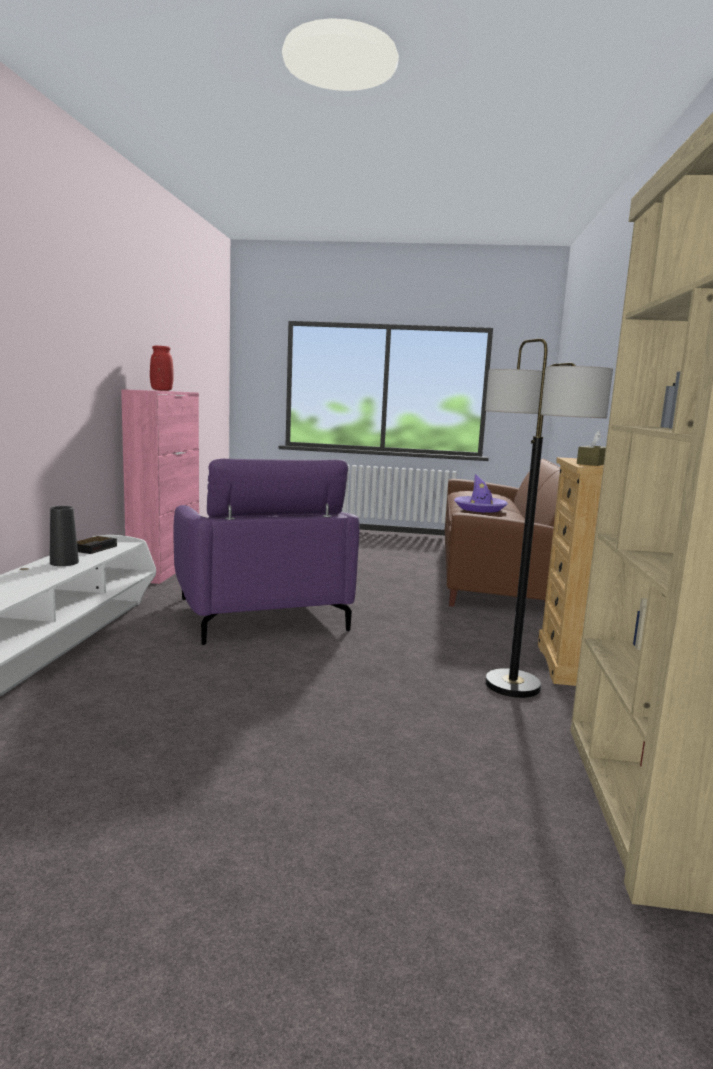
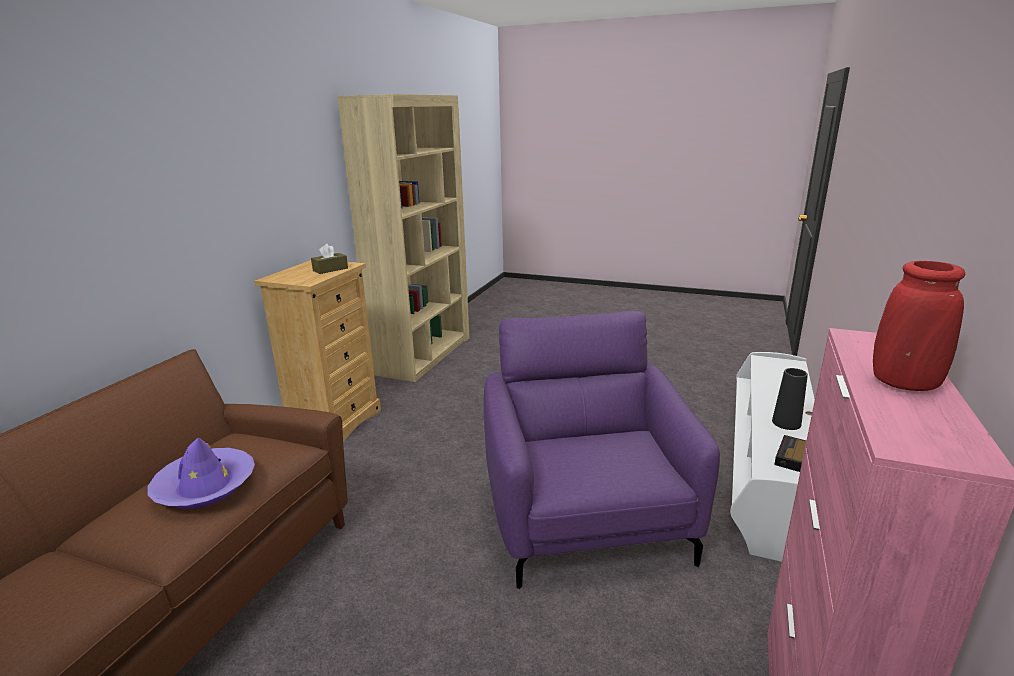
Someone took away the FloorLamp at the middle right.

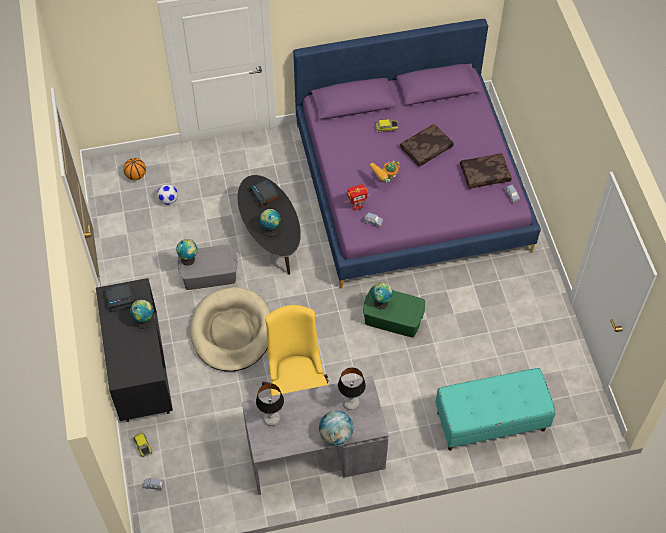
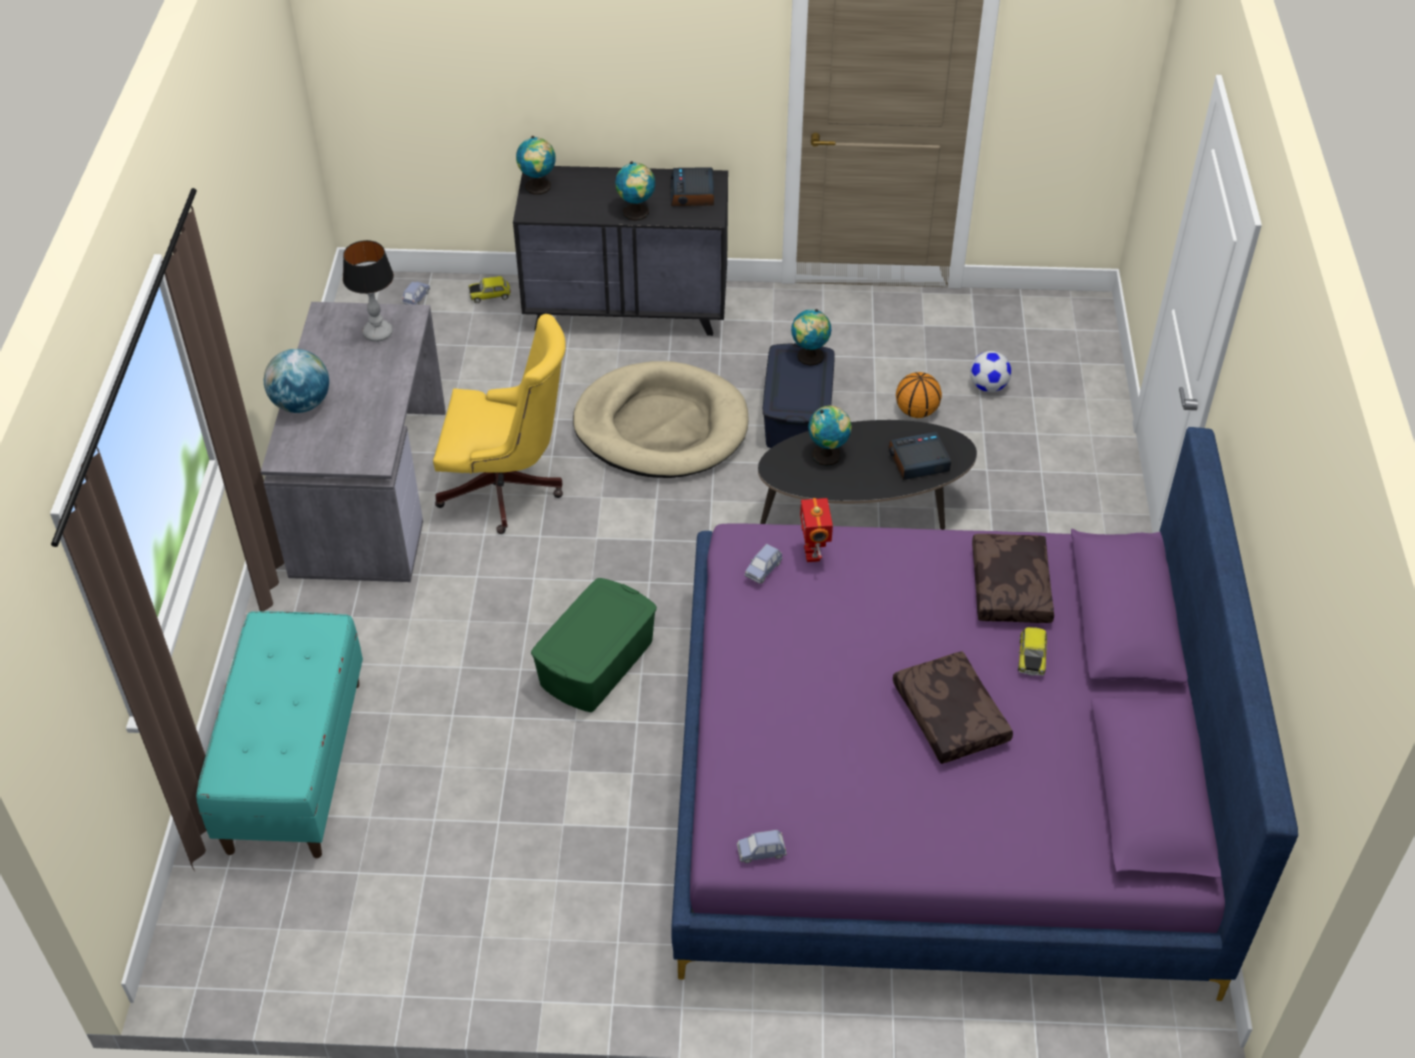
Someone carried the BrownishThrowPillow (2nd from left) from the top right to the middle right. Someone carried the BallForBasketball from the top left to the centre. Someone took away the ToyRobot (2nd from left) at the top centre. Someone repainted the GreyishStorageBox at the middle left, which became the BlueStorageBox at the centre. Someone carried the Globe (5th from left in the first image) from the centre to the top centre. Someone took away the LampForATable (2nd from left) at the bottom centre.

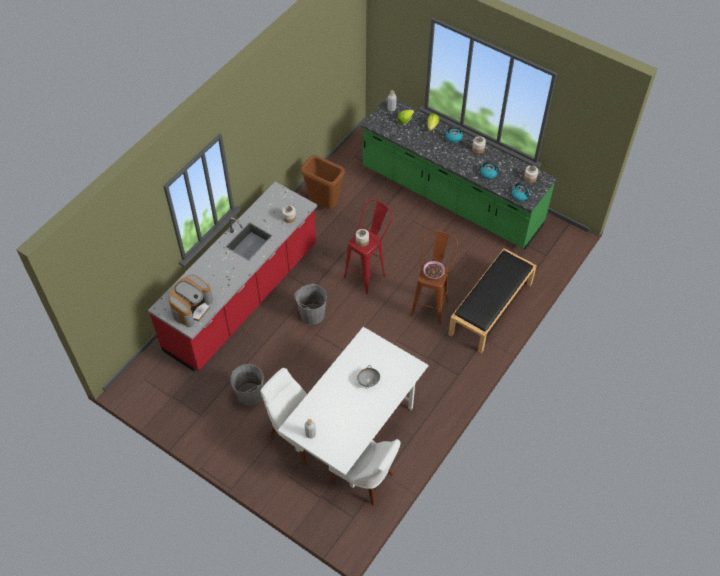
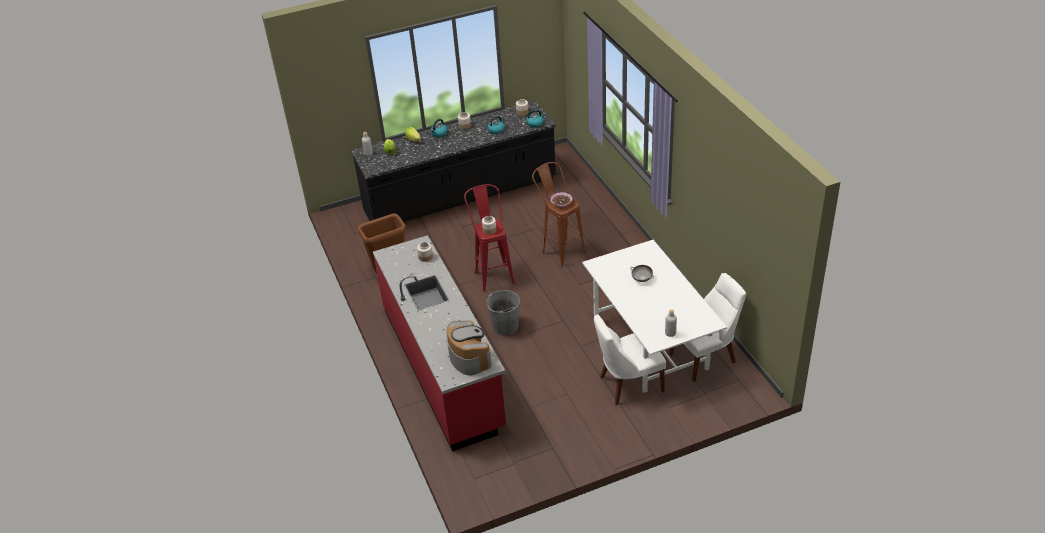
Someone repainted the GreenishCounter at the top centre, which became the BlackishCounter at the top centre. Someone took away the BlackishIndoorBench at the middle right. Someone took away the GreyishPail (1st from left) at the bottom centre.

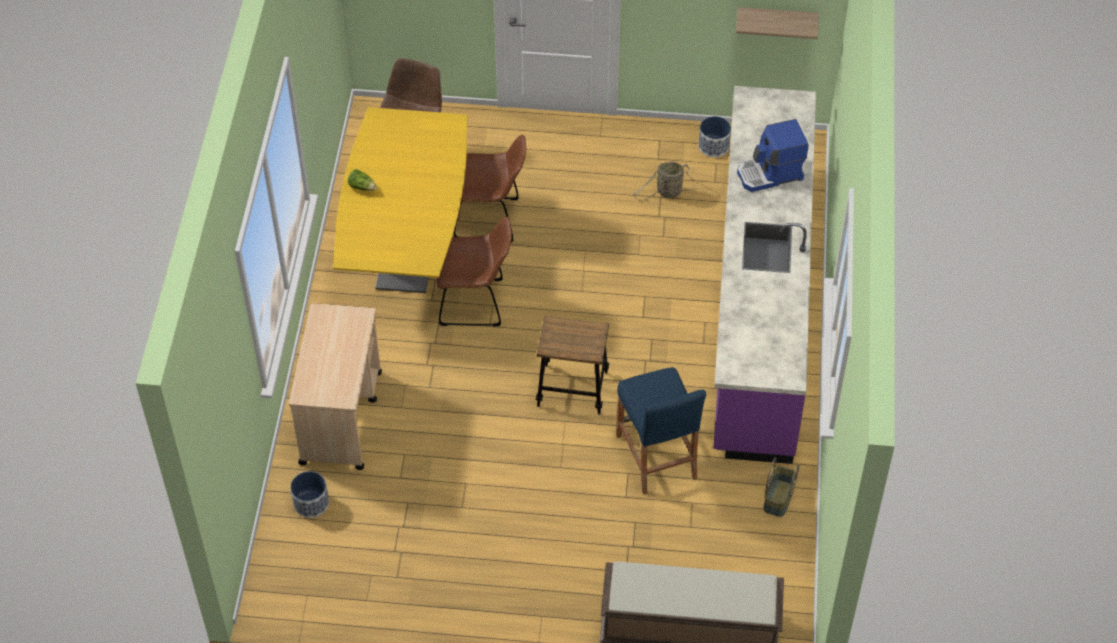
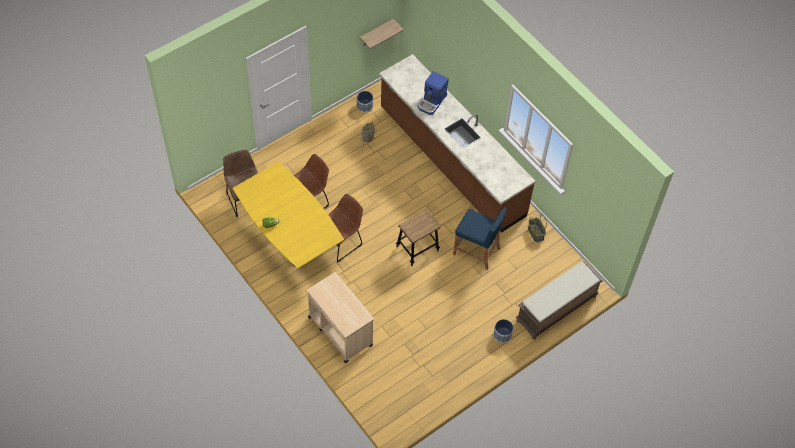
Someone repainted the PurpleCounter at the middle right, which became the BrownishCounter at the top centre. Someone carried the PlantPot (1st from left in the first image) from the bottom left to the bottom centre.

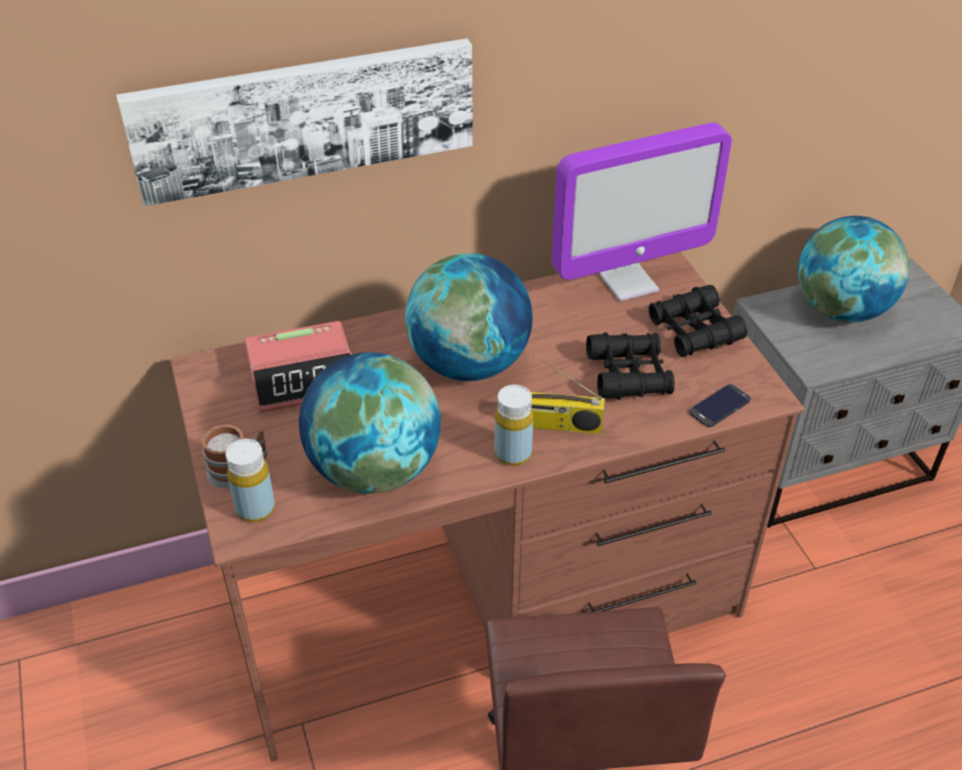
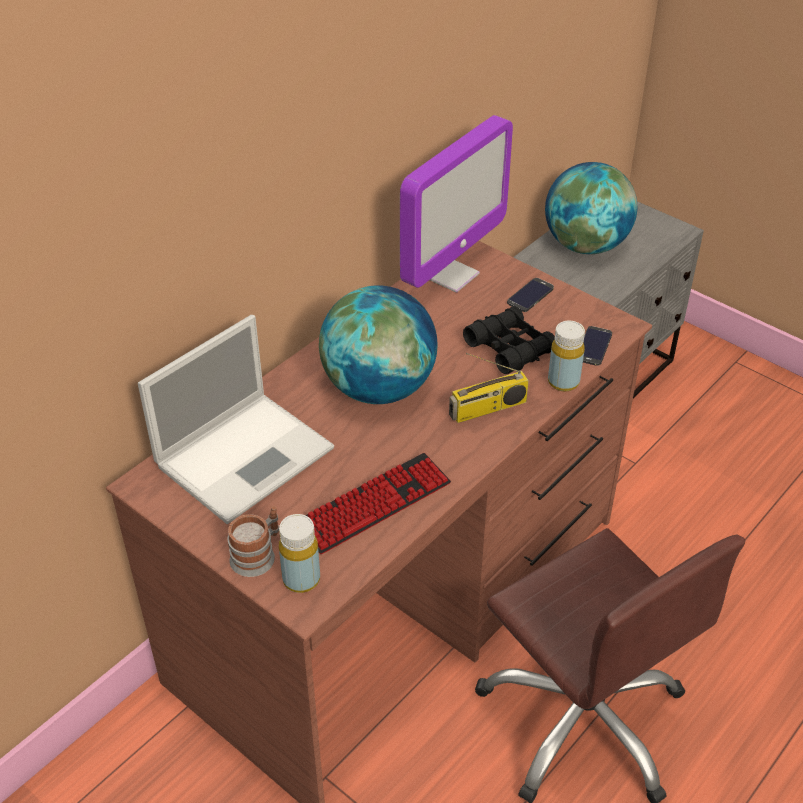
Someone took away the WallArt at the top left. Someone swapped the BlackishFieldGlasses (2nd from left) at the middle right for the Handset (1st from left) at the centre. Someone swapped the AlarmClock at the middle left for the Laptop at the middle left. Someone swapped the Globe (1st from left) at the centre for the Keyboard at the centre. Someone carried the YellowColouredBeverageBottle (2nd from left) from the centre to the middle right.

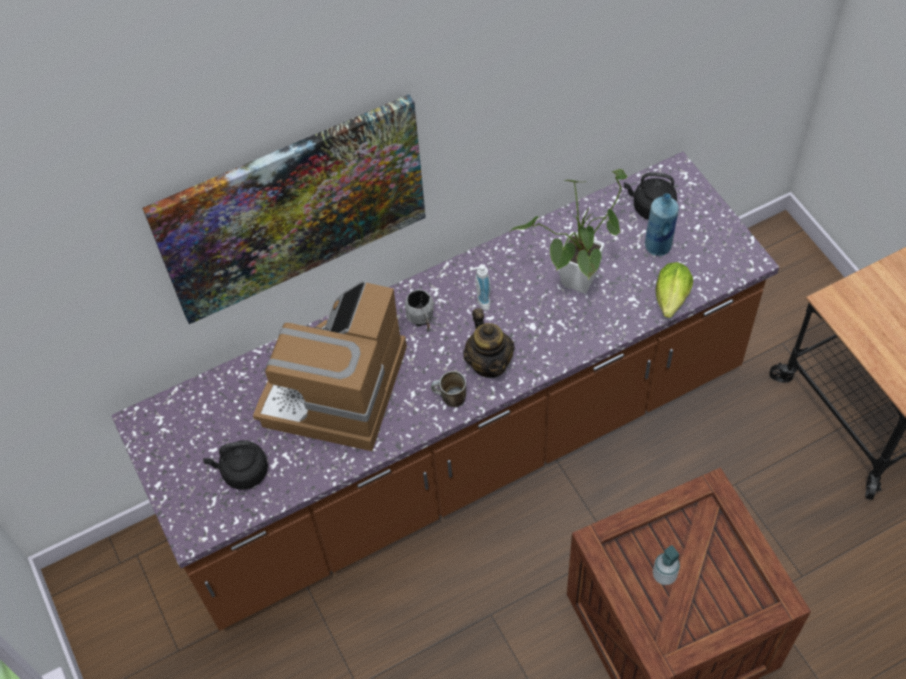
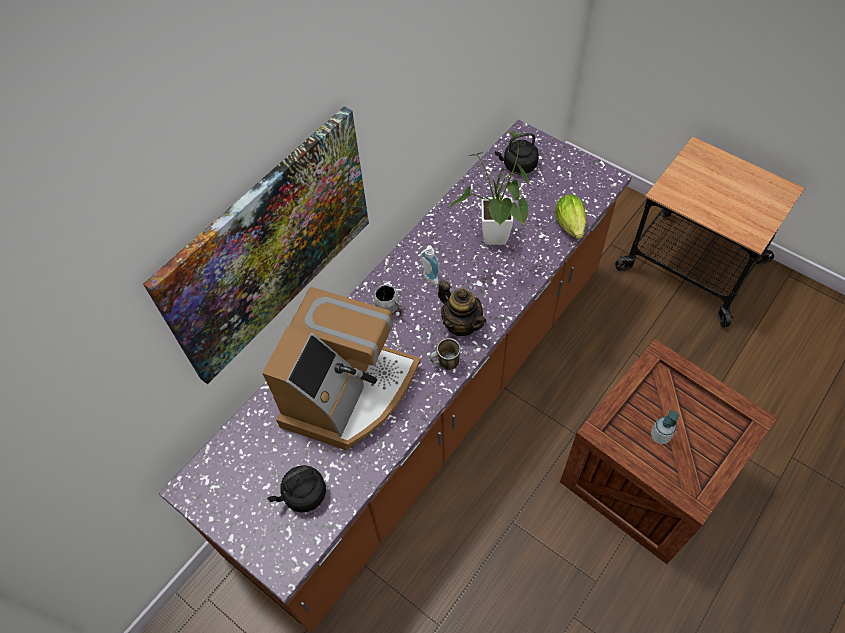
Someone took away the BlueBeverageBottle at the top right. Someone rotated the CoffeeMachine at the centre by 150 degrees counterclockwise.

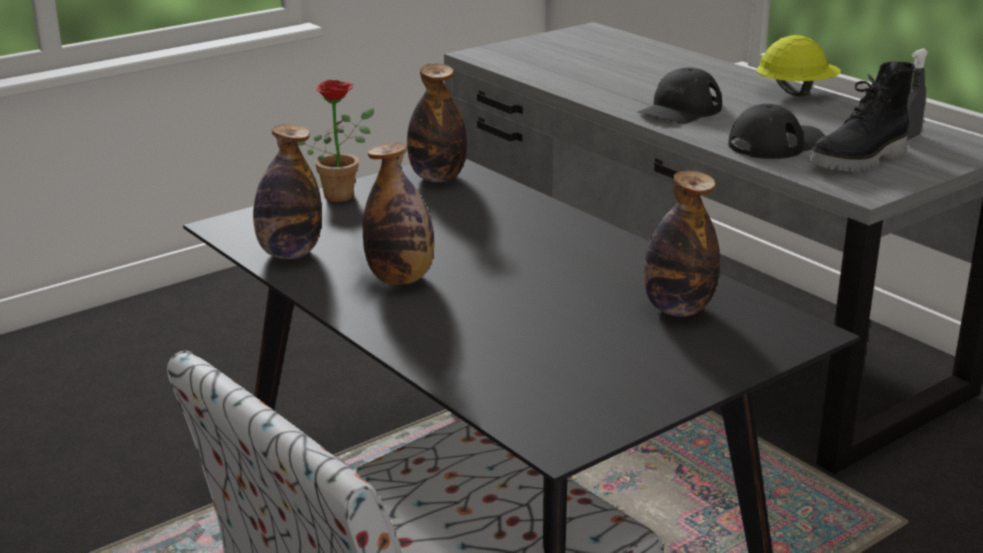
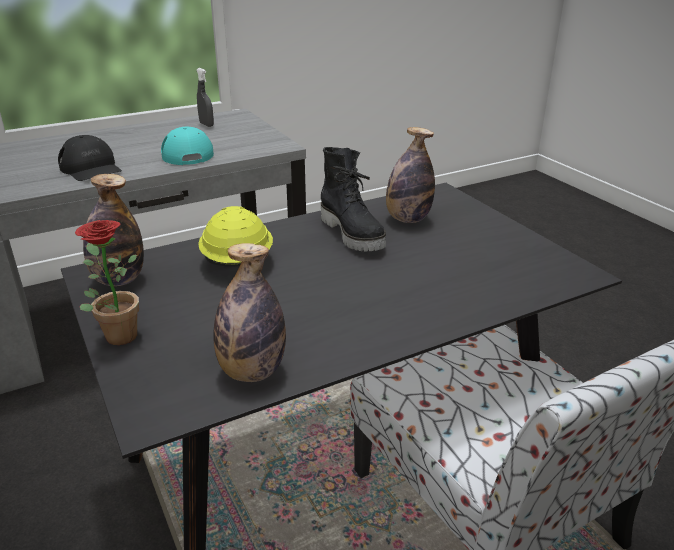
Someone carried the YellowColouredHardHat from the top right to the centre. Someone carried the BlackishHighTopBoot from the top right to the centre. Someone repainted the BlackishPeakedCap (2nd from left) at the top right, which became the TurquoiseColouredPeakedCap at the top left. Someone took away the BeverageBottle (2nd from left) at the centre.

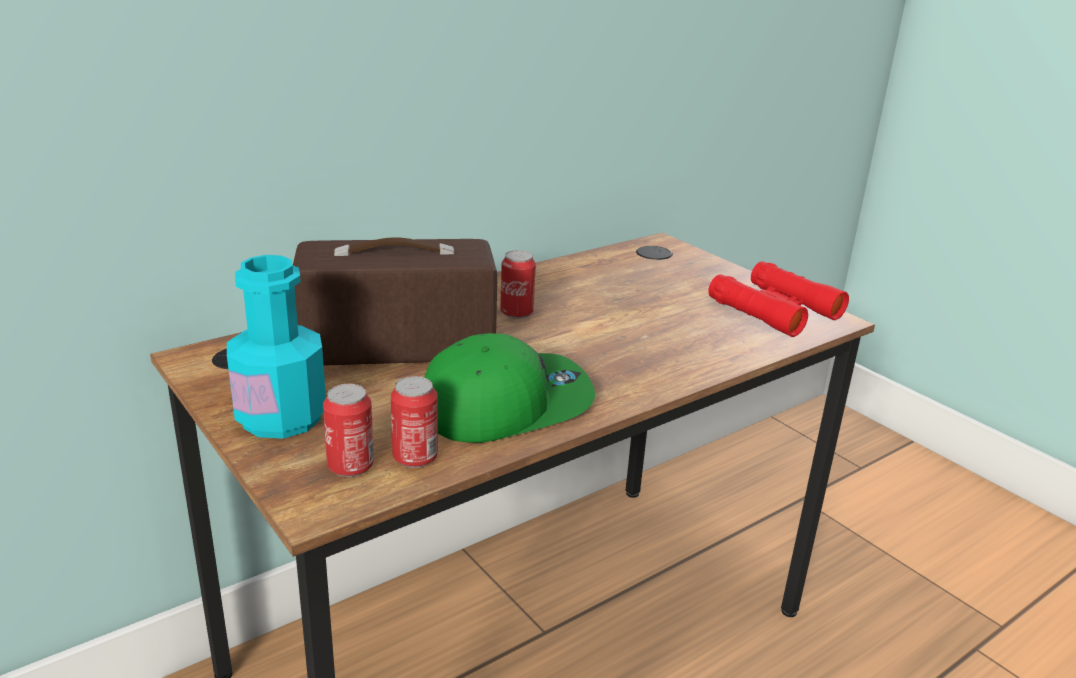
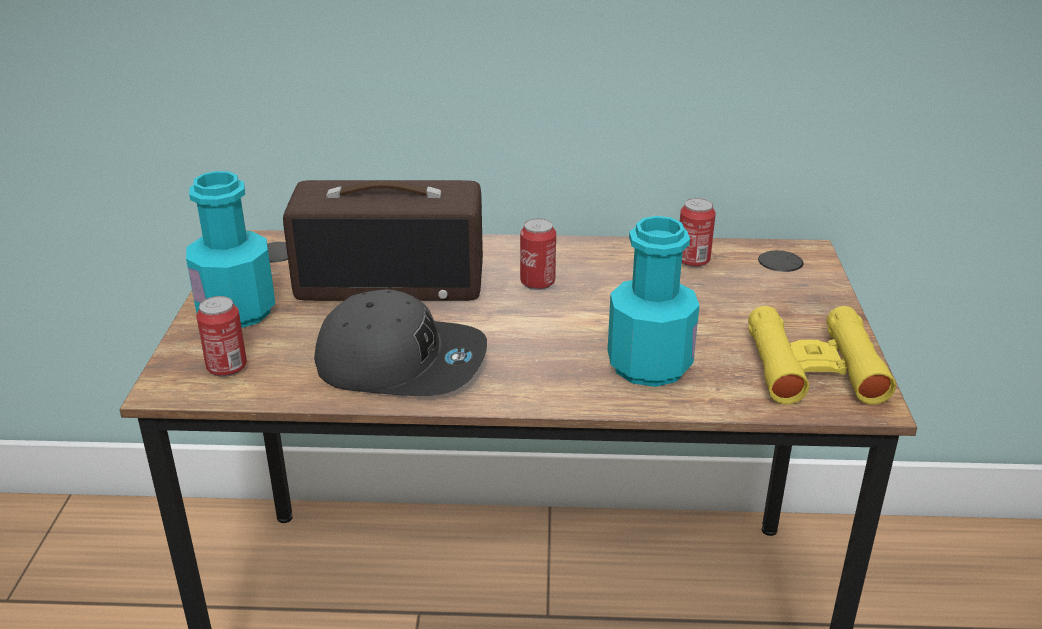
Someone rotated the Radio at the centre by 150 degrees clockwise. Someone repainted the ReddishFieldGlasses at the middle right, which became the YellowColouredFieldGlasses at the middle right. Someone repainted the GreenishPeakedCap at the centre, which became the GreyishPeakedCap at the centre. Someone carried the SealedCan (2nd from left in the first image) from the centre to the middle right. Someone put down the TurquoiseColouredBeverageBottle (2nd from left) at the centre.

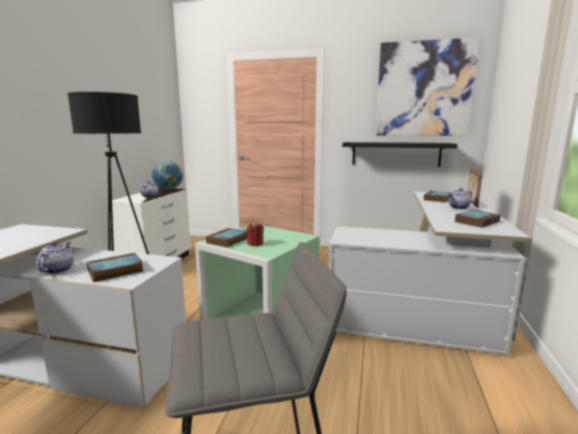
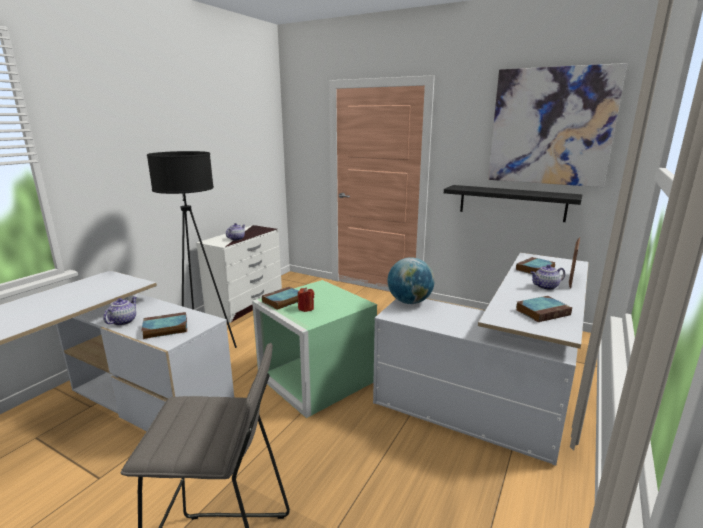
Someone carried the Globe from the middle left to the centre.

